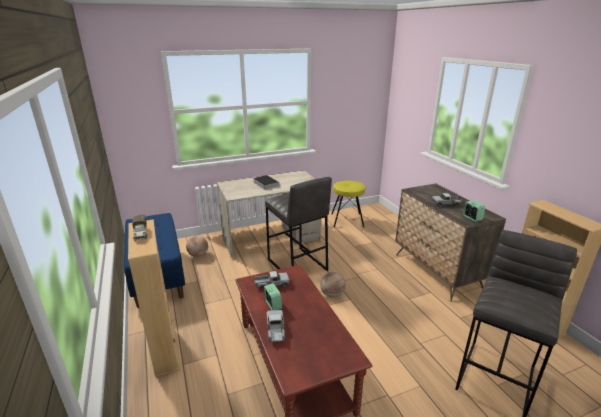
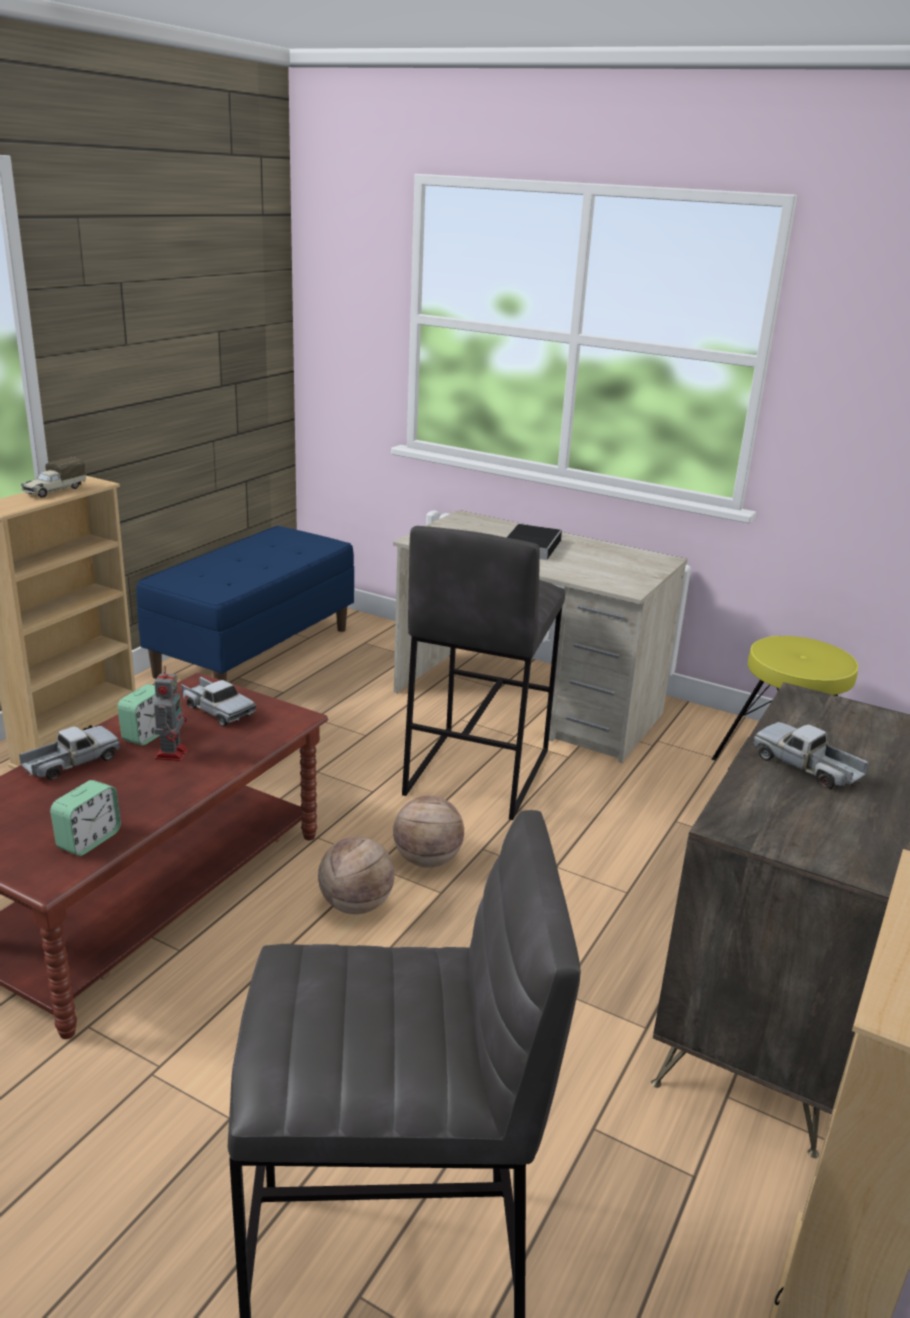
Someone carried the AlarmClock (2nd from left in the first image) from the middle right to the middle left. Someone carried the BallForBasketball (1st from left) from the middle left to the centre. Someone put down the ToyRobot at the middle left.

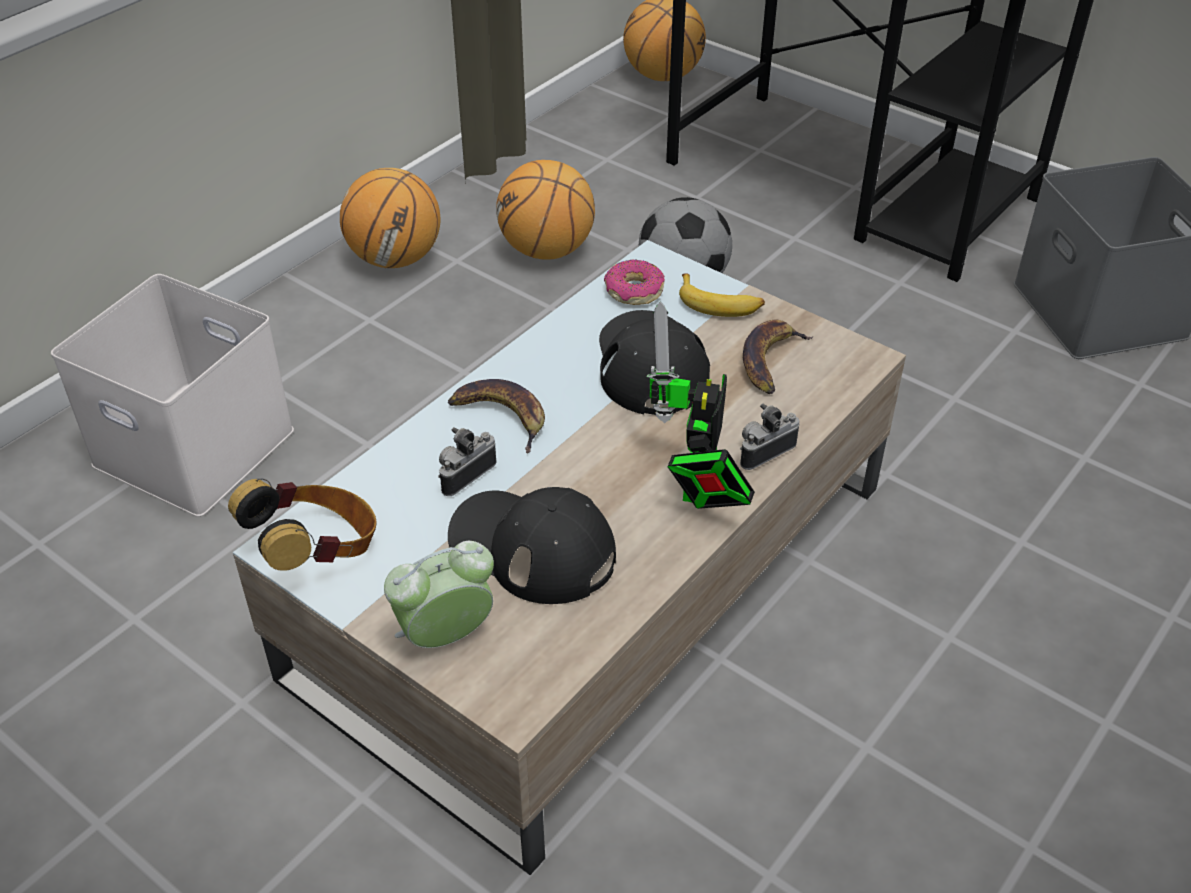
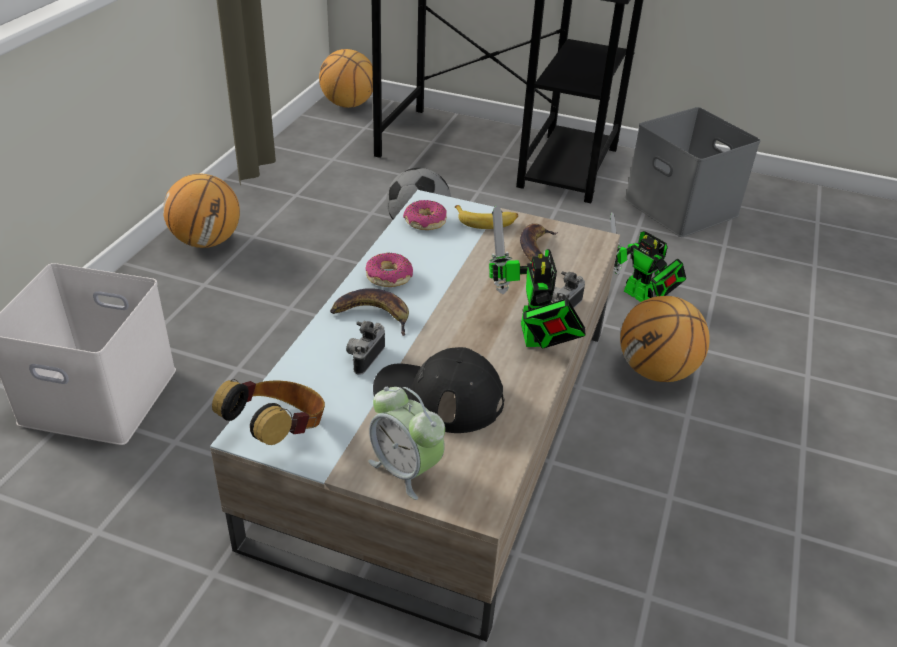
Someone carried the BallForBasketball (2nd from left in the first image) from the top centre to the middle right. Someone took away the BlackishPeakedCap (2nd from left) at the centre. Someone rotated the AlarmClock at the centre by 90 degrees counterclockwise. Someone put down the ToyRobot (2nd from left) at the middle right. Someone put down the Donut (1st from left) at the centre.

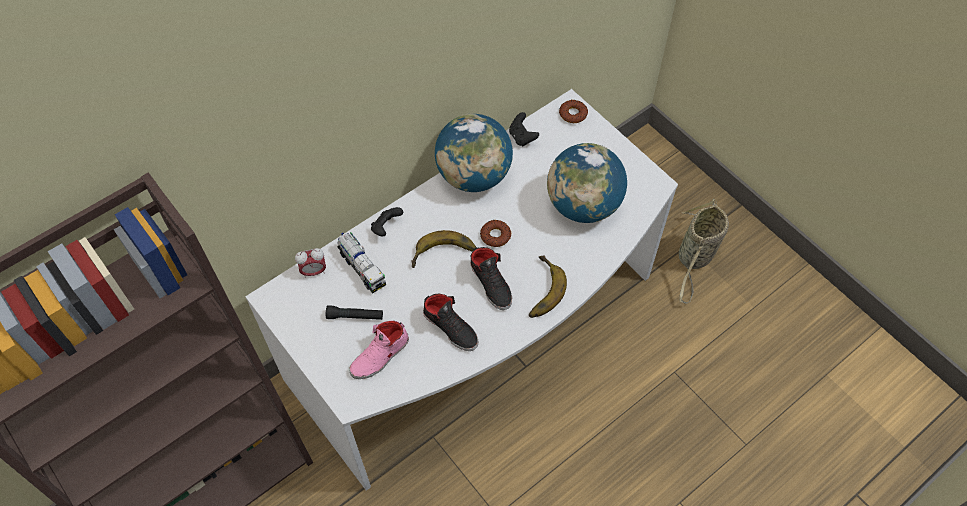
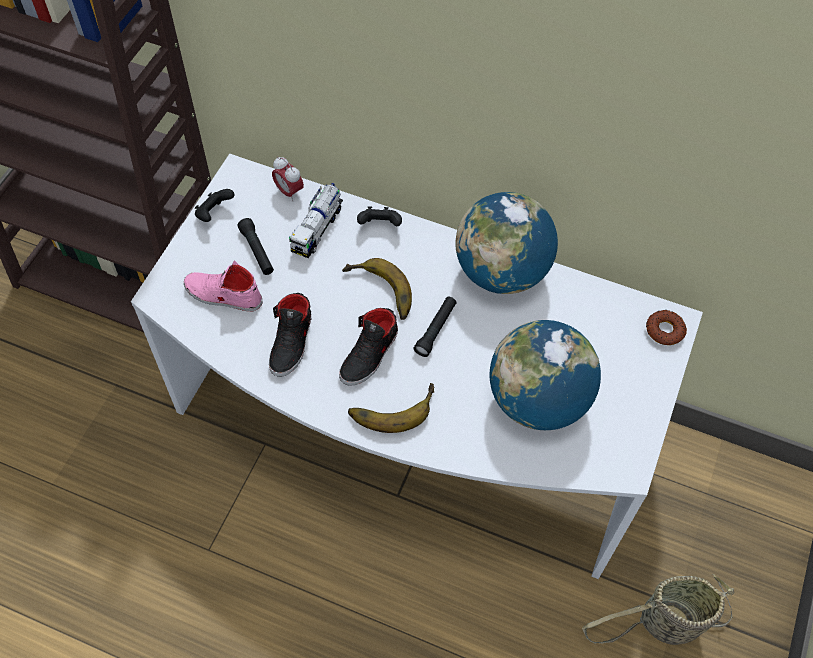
Someone carried the BlackishGameController (2nd from left in the first image) from the top centre to the top left. Someone swapped the Donut (1st from left) at the centre for the BlackishTorch (2nd from left) at the centre.

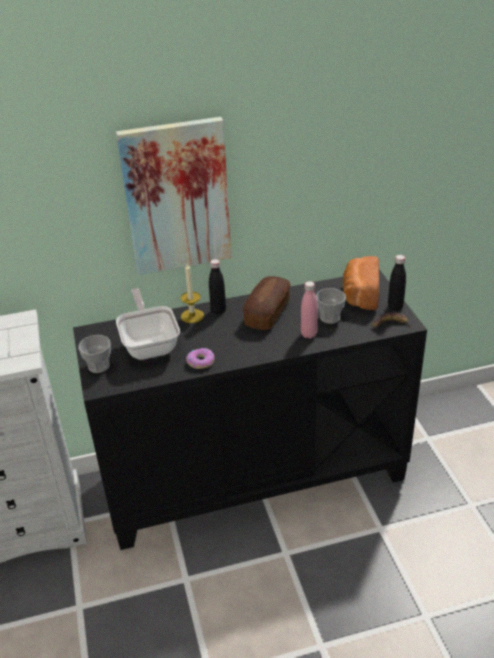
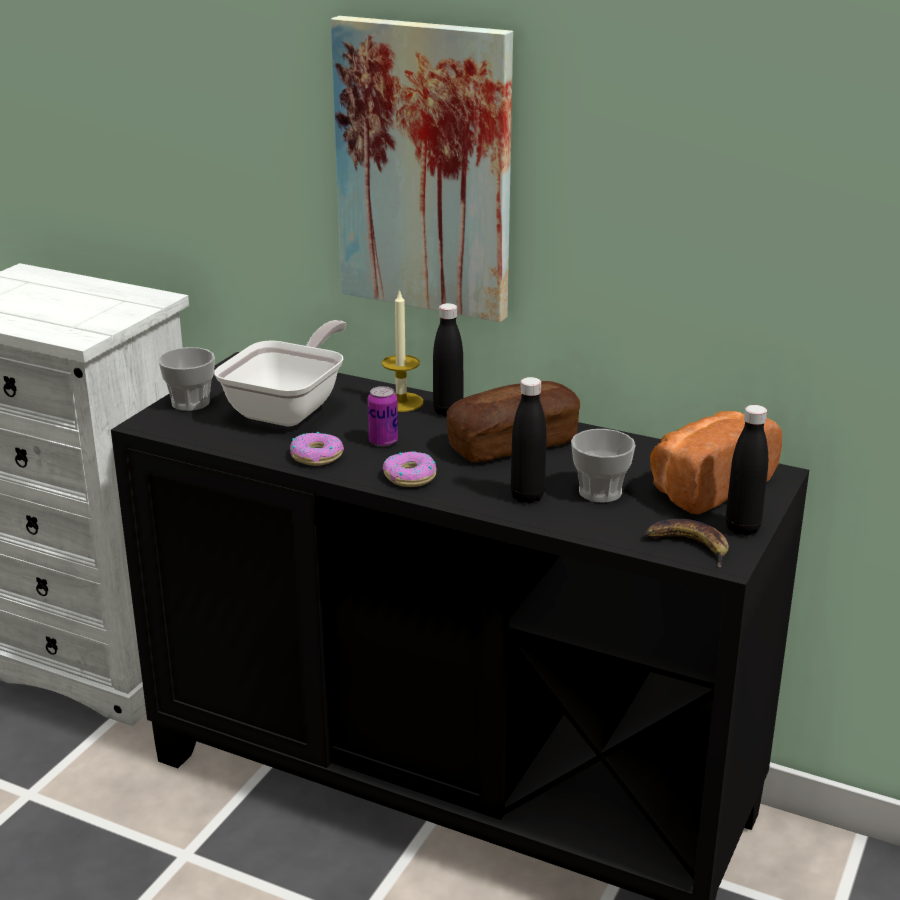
Someone repainted the PinkBeverageBottle at the centre, which became the BlackishBeverageBottle (2nd from left) at the centre. Someone put down the SealedCan at the centre. Someone put down the Donut (2nd from left) at the centre.

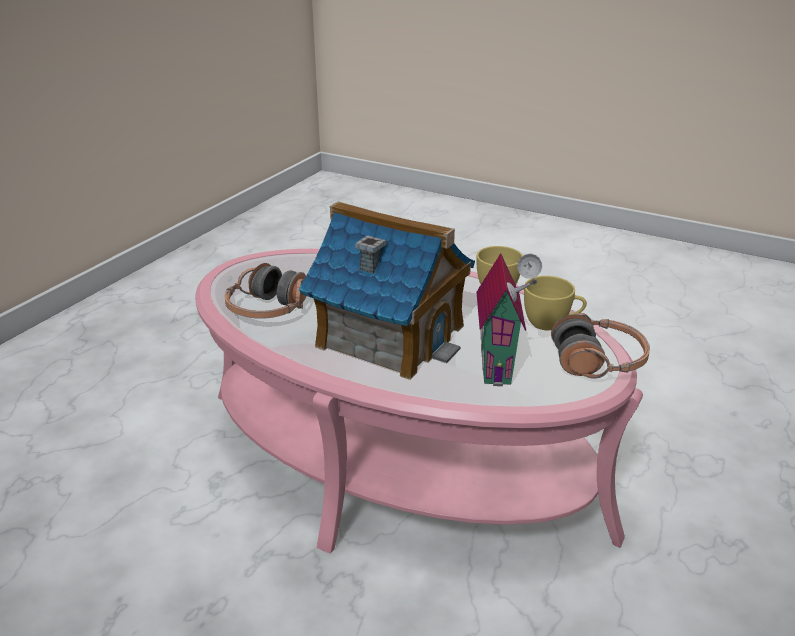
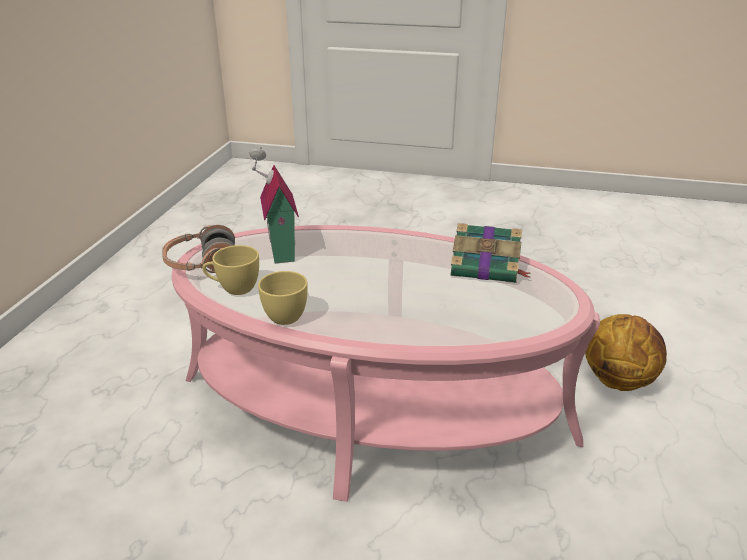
Someone took away the ToyHouse (1st from left) at the centre. Someone swapped the Headphones (1st from left) at the centre for the Volume at the centre. Someone put down the BallForBasketball at the middle right.

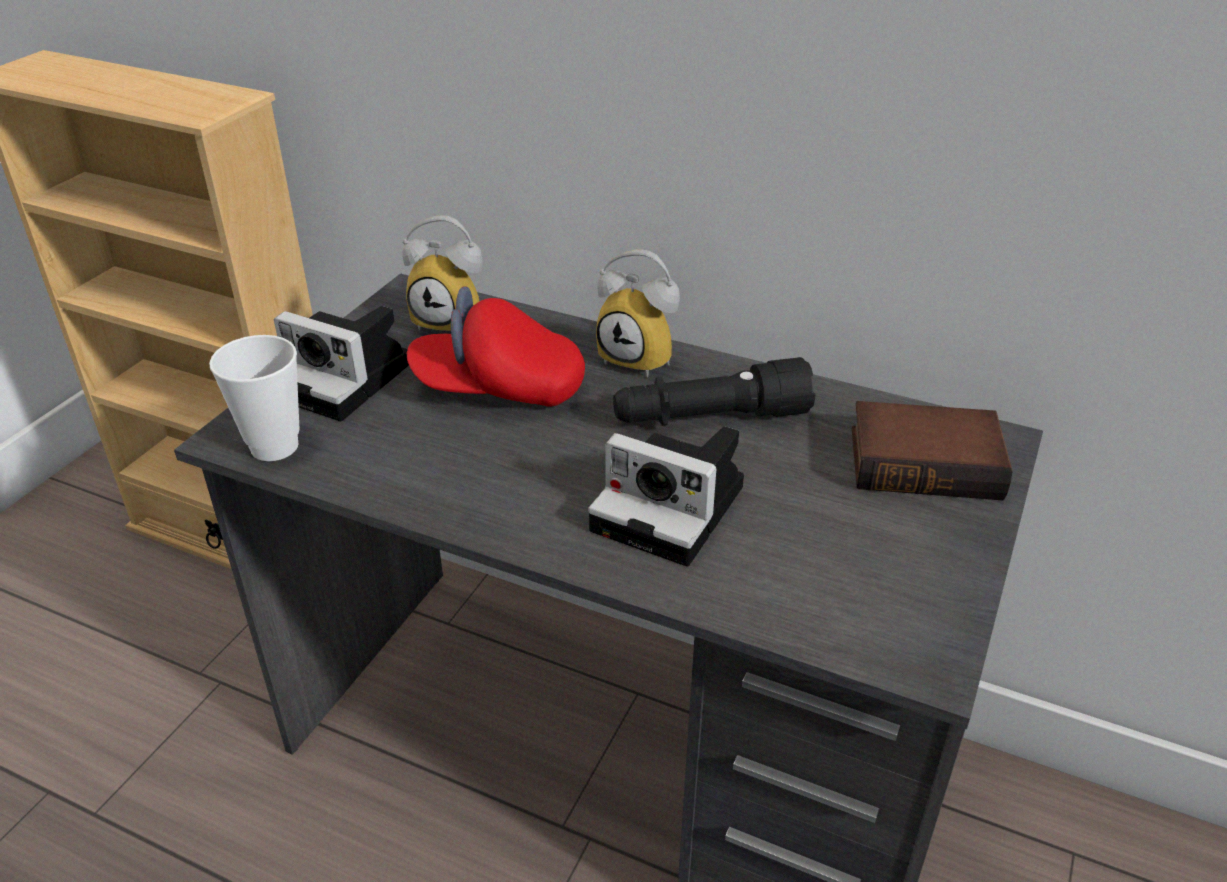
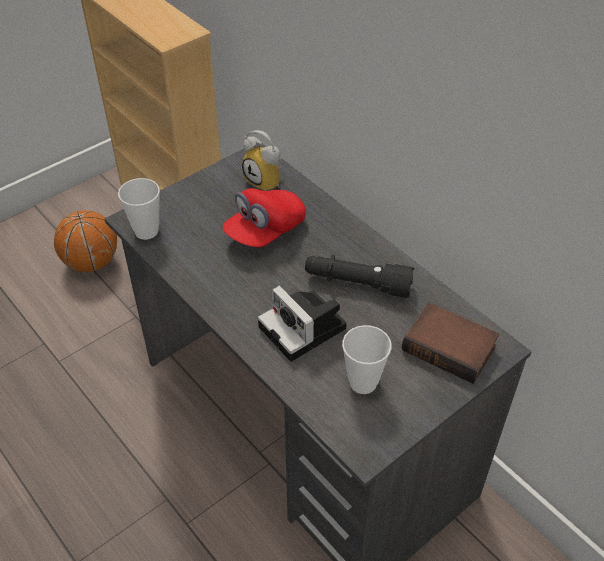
Someone took away the AlarmClock (2nd from left) at the centre. Someone rotated the ReddishPeakedCap at the centre by 75 degrees counterclockwise. Someone took away the StillCamera (1st from left) at the middle left. Someone put down the BallForBasketball at the middle left. Someone put down the Cup (2nd from left) at the centre.

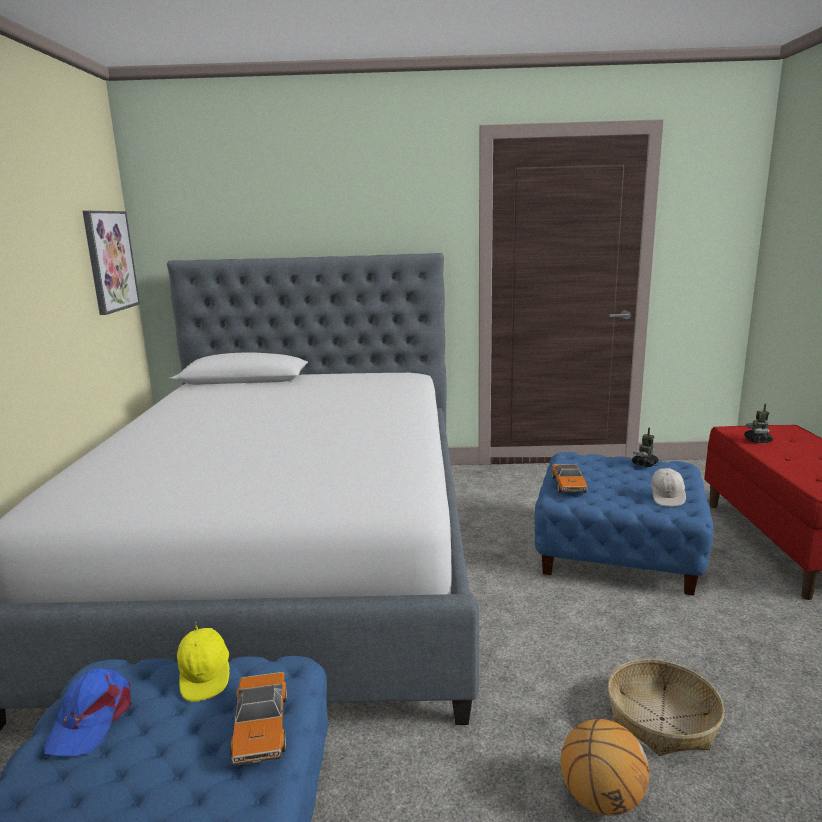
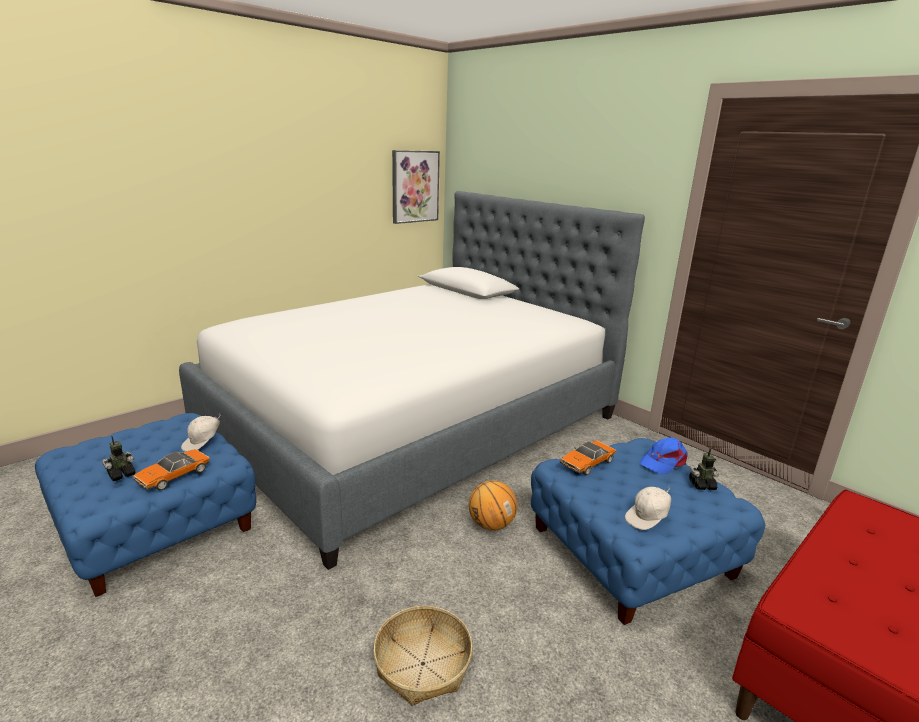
Someone carried the ToyRobot (2nd from left in the first image) from the middle right to the middle left. Someone repainted the YellowColouredPeakedCap at the bottom left, which became the WhiteColouredPeakedCap (1st from left) at the middle left. Someone carried the BluePeakedCap from the bottom left to the middle right. Someone carried the BallForBasketball from the bottom right to the bottom centre.

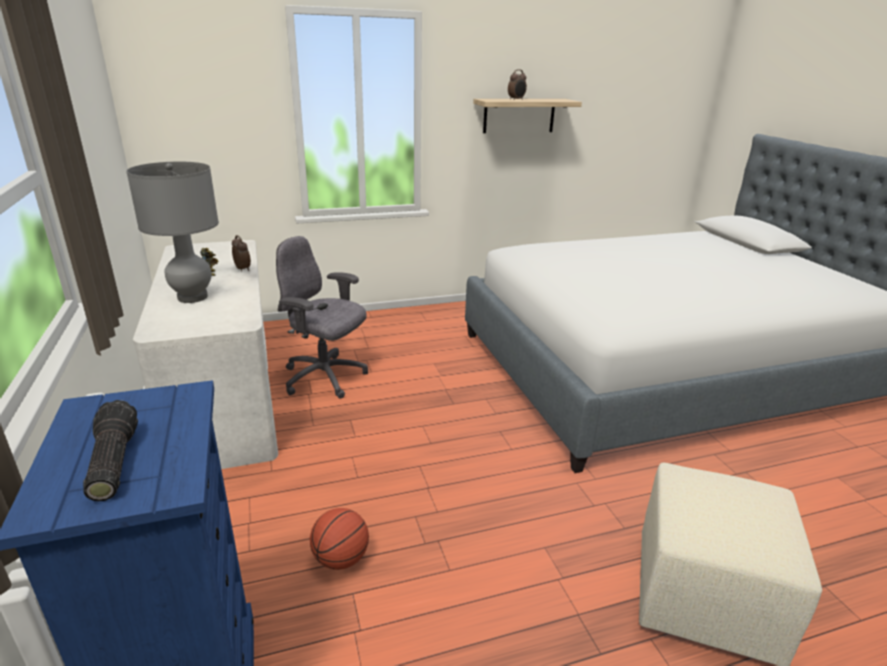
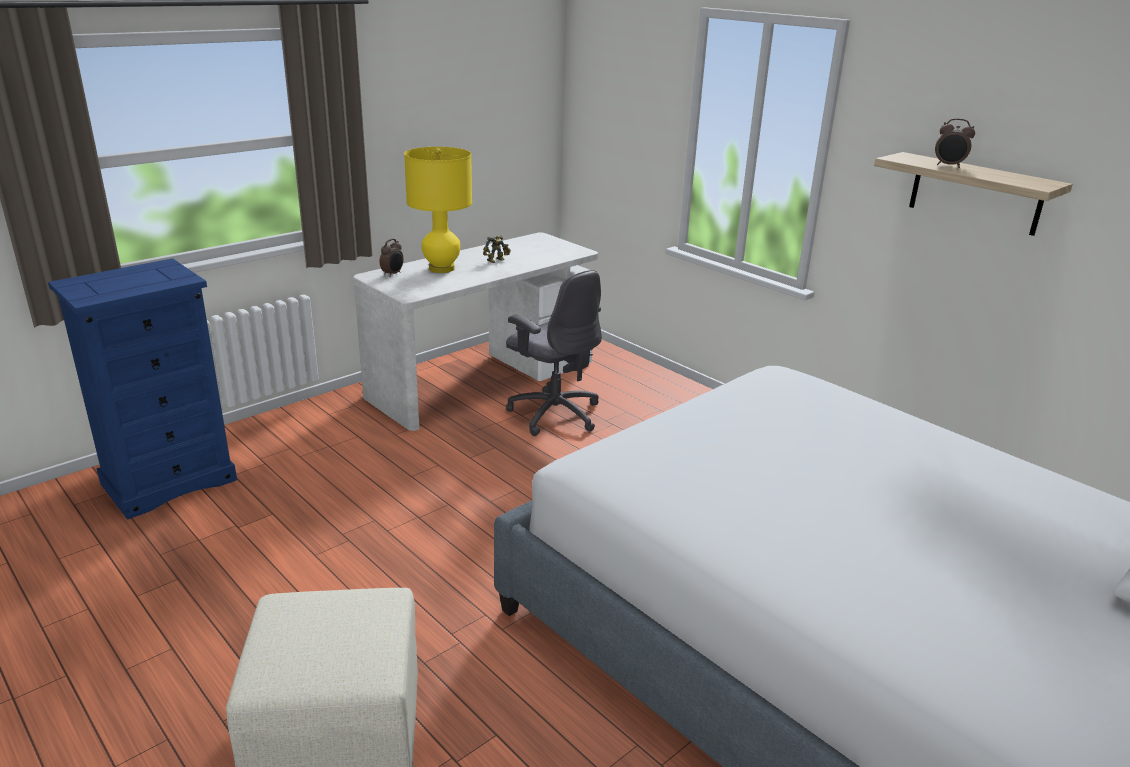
Someone repainted the GreyishLampForATable at the middle left, which became the YellowColouredLampForATable at the top centre. Someone carried the AlarmClock (1st from left) from the middle left to the centre. Someone rotated the GreyishOfficeChair at the centre by 135 degrees clockwise. Someone took away the Torch at the bottom left. Someone took away the BallForBasketball at the bottom centre.

